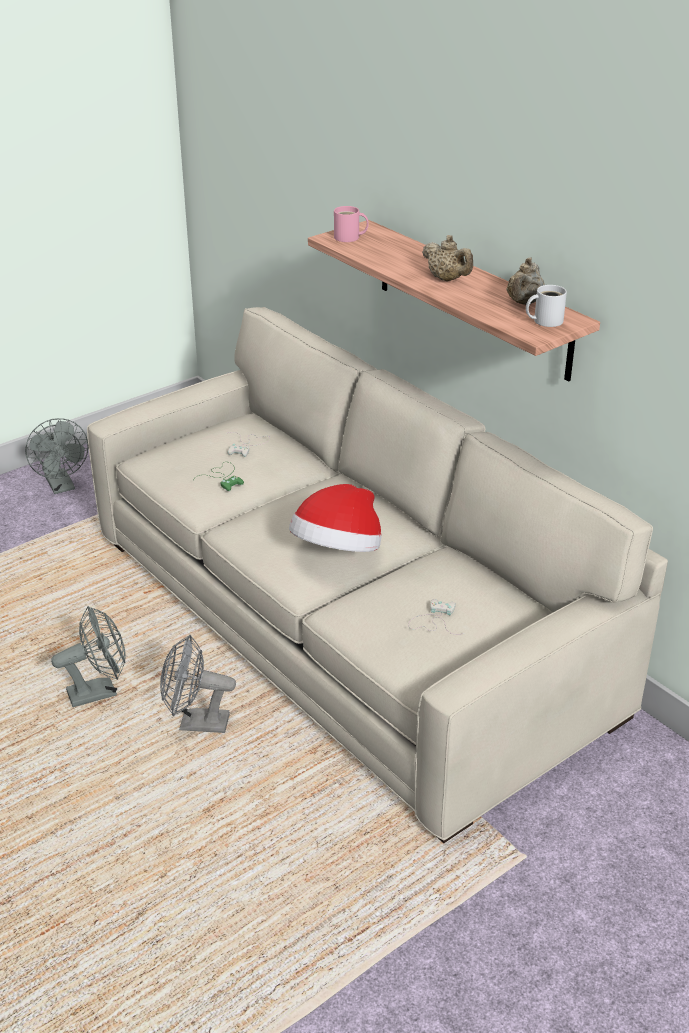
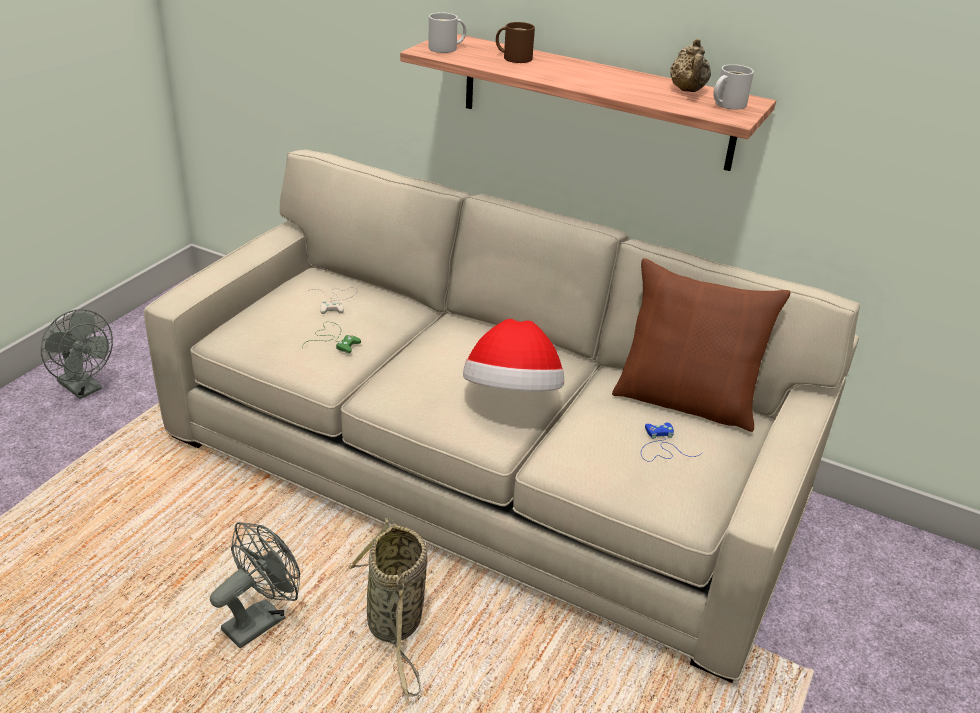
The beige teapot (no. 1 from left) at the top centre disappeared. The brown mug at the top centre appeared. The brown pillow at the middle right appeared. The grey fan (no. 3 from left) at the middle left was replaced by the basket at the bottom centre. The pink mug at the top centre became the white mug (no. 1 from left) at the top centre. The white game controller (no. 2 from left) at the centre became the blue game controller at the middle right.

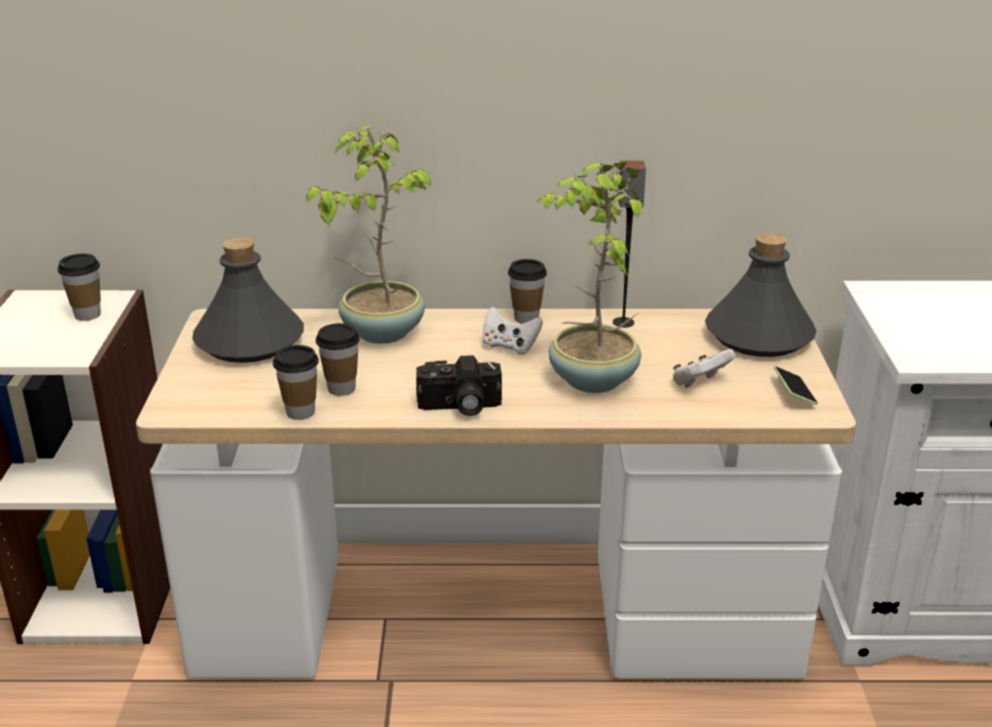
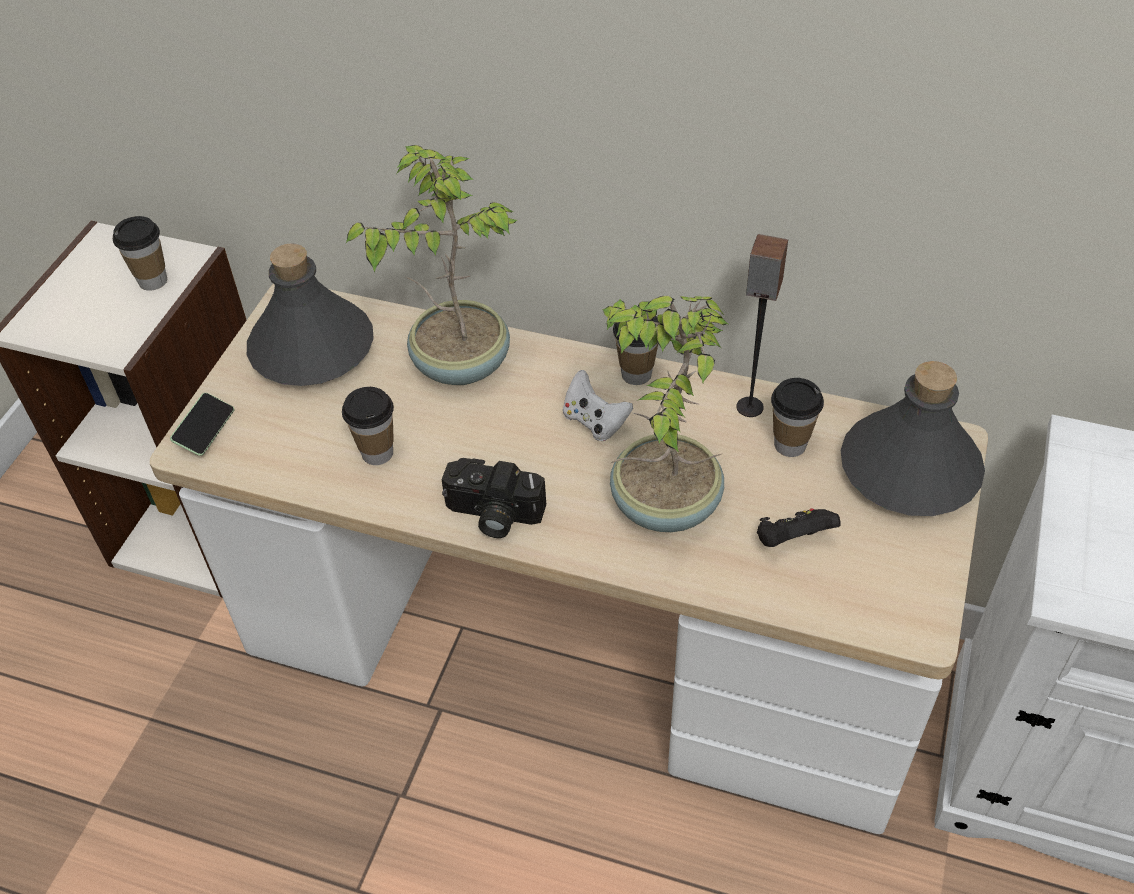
The cup (no. 2 from left in the first image) moved from the middle left to the middle right. The phone moved from the middle right to the middle left. The white game controller (no. 2 from left) at the middle right became the black game controller at the middle right.

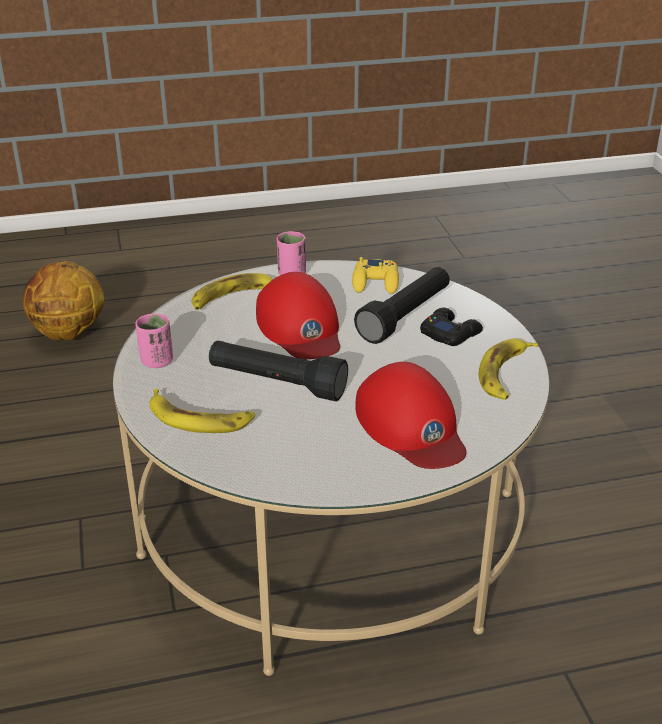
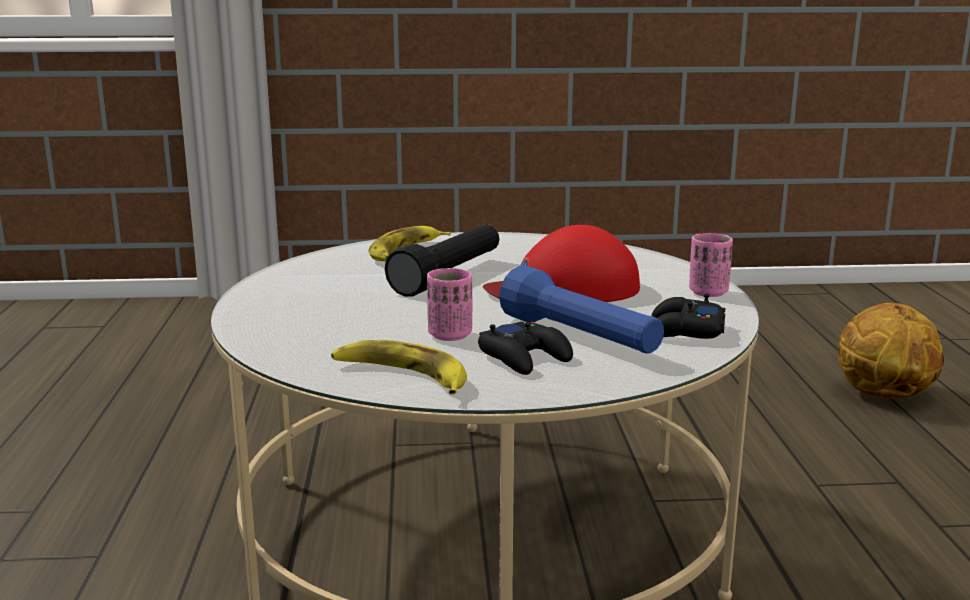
The banana (no. 2 from left) at the centre disappeared. The red cap (no. 2 from left) at the centre disappeared. The pink cup (no. 1 from left) moved from the middle left to the centre. The yellow game controller at the centre became the black game controller (no. 2 from left) at the middle right. The black flashlight (no. 2 from left) at the centre became the blue flashlight at the centre.

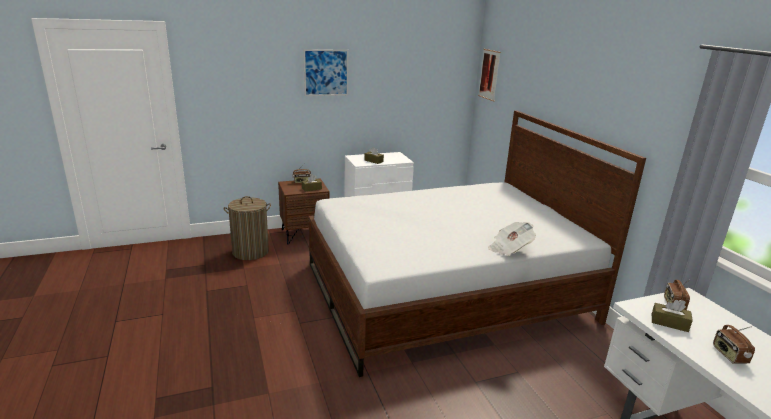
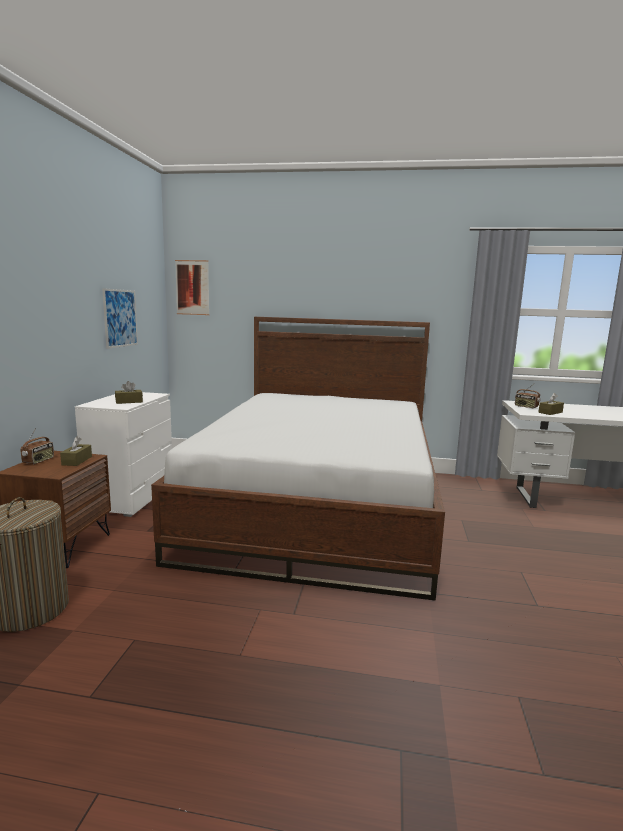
The newspaper at the centre disappeared. The radio (no. 3 from left) at the bottom right disappeared. The picture (no. 1 from left) moved from the top centre to the middle left.

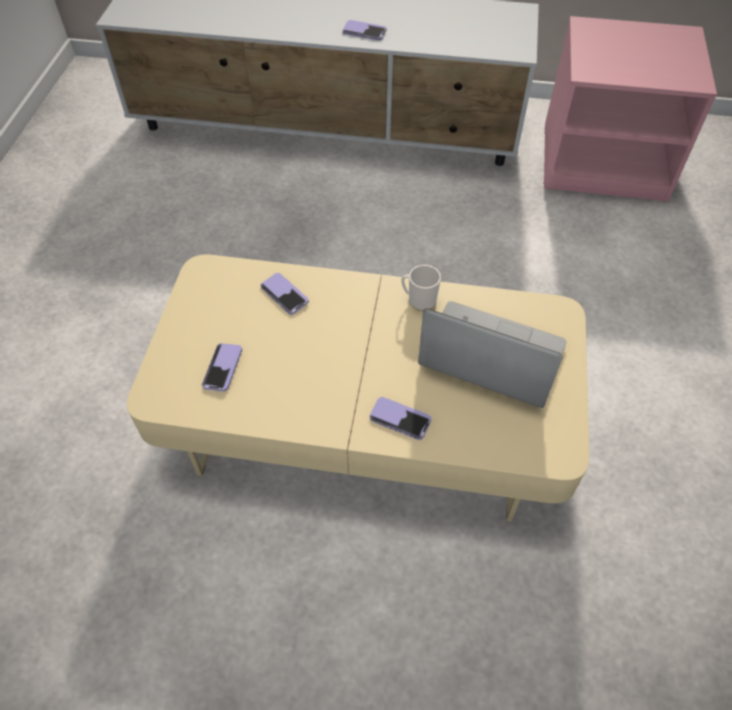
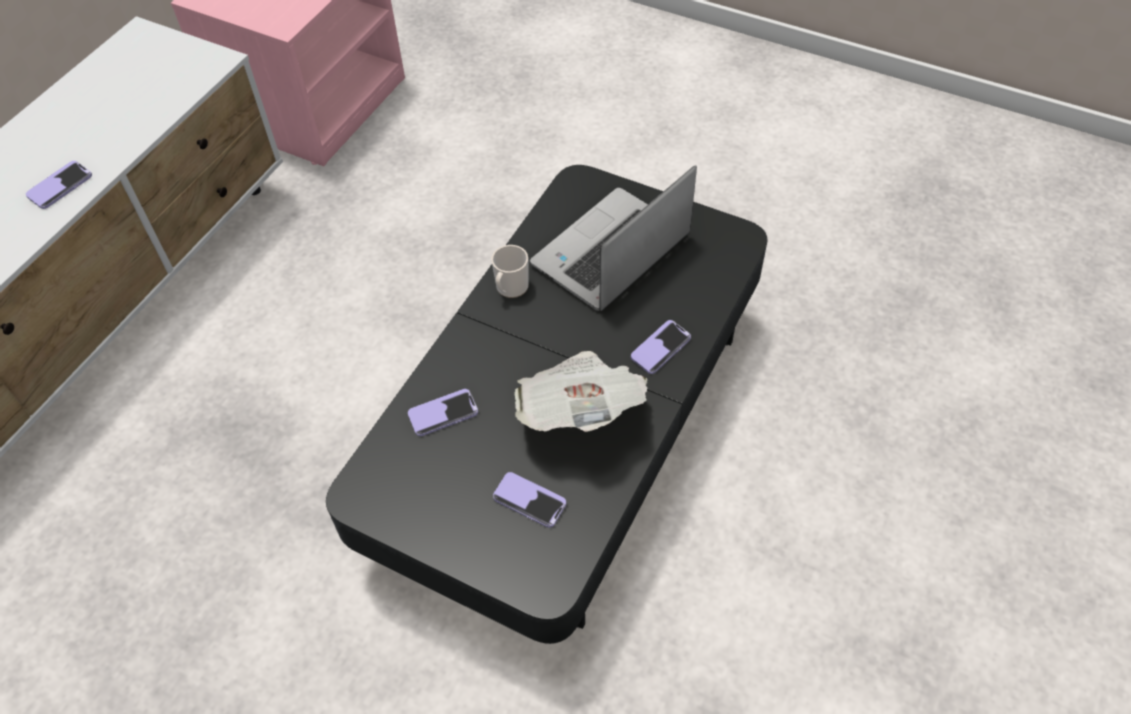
The newspaper at the centre appeared. The beige coffee table at the centre became the black coffee table at the centre.

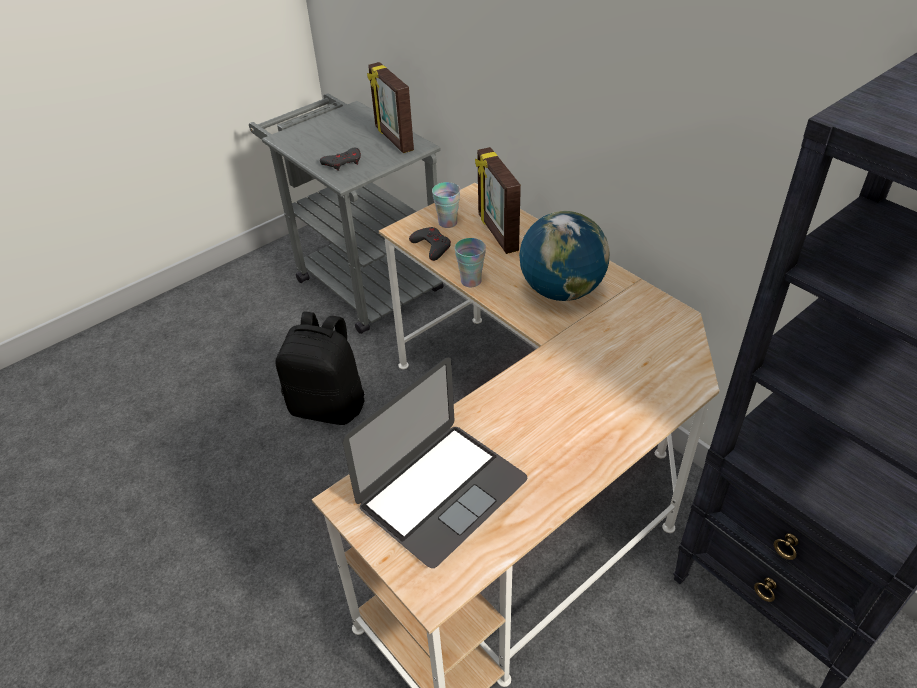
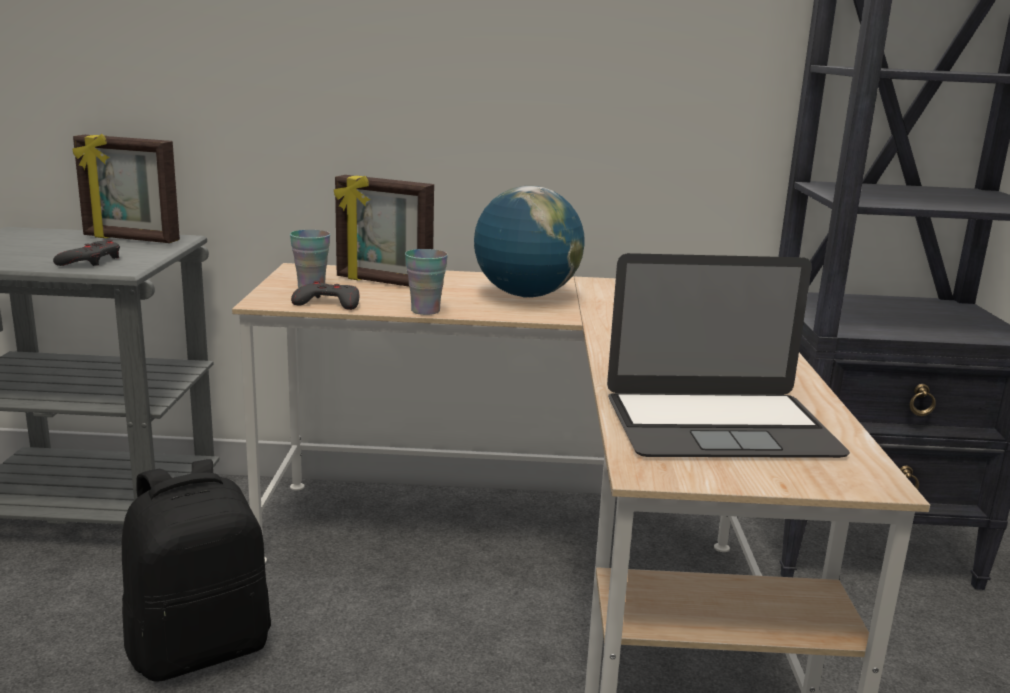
The laptop at the bottom centre turned 90 degrees clockwise.

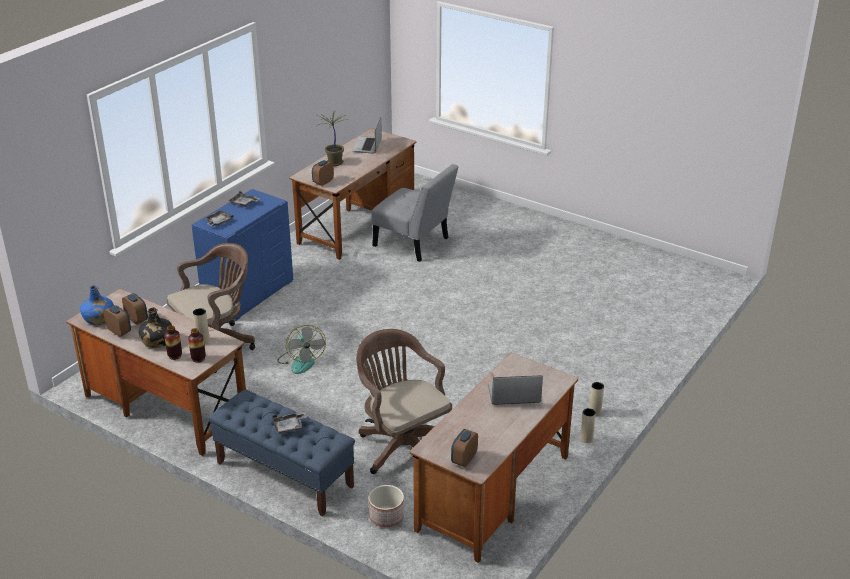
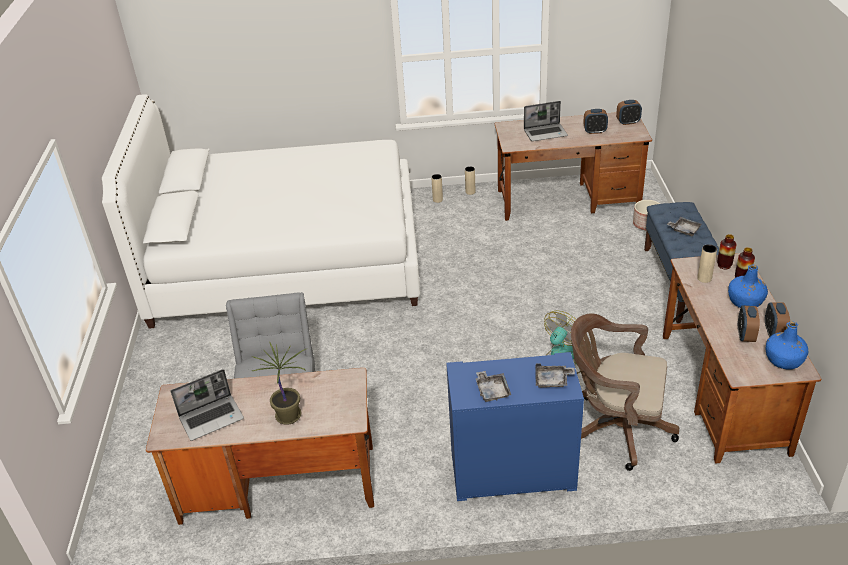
The brown office chair (no. 2 from left) at the bottom centre disappeared. The white bed at the middle left appeared. The alarm clock (no. 3 from left in the first image) moved from the top centre to the top right. The black bottle at the middle left became the blue bottle (no. 1 from left) at the middle right. The laptop (no. 2 from left) at the bottom centre turned 60 degrees counterclockwise.

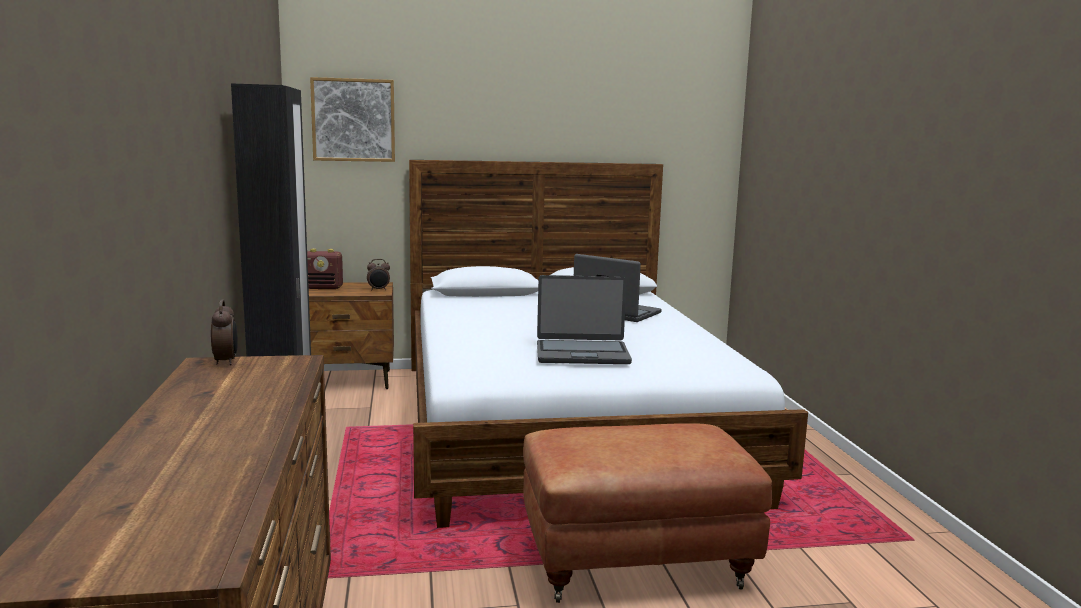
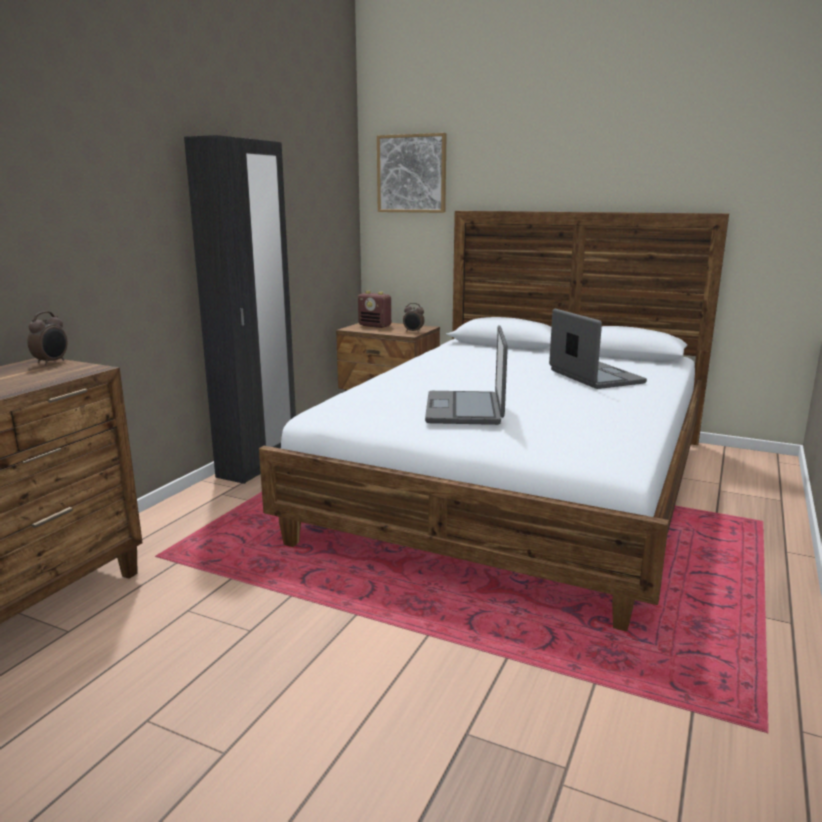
The brown ottoman at the bottom centre disappeared. The laptop (no. 1 from left) at the centre turned 60 degrees clockwise.

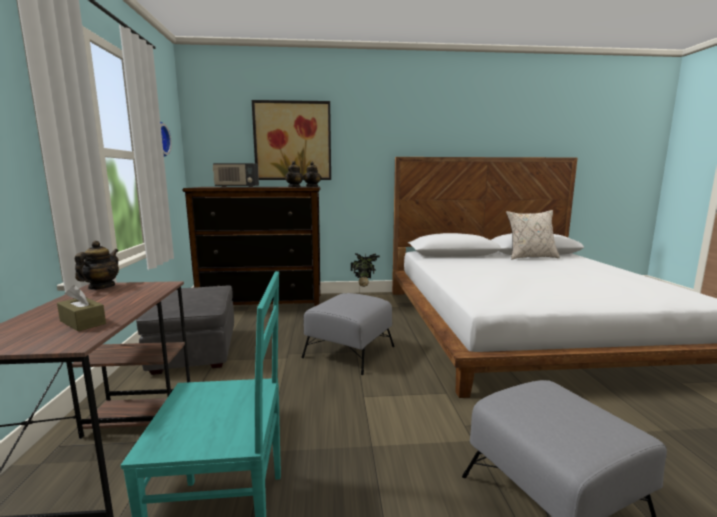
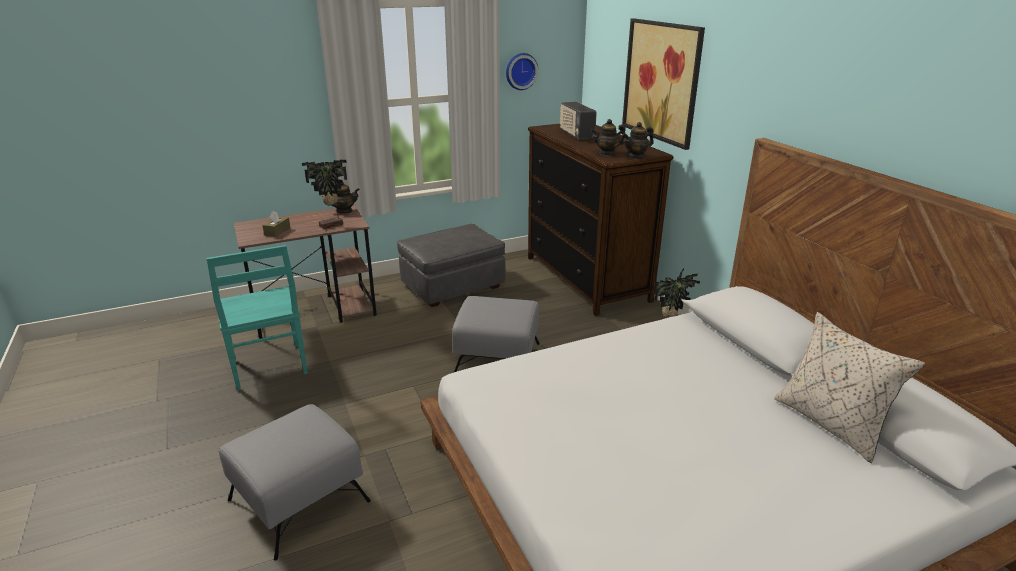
The potted plant (no. 1 from left) at the middle left appeared.

